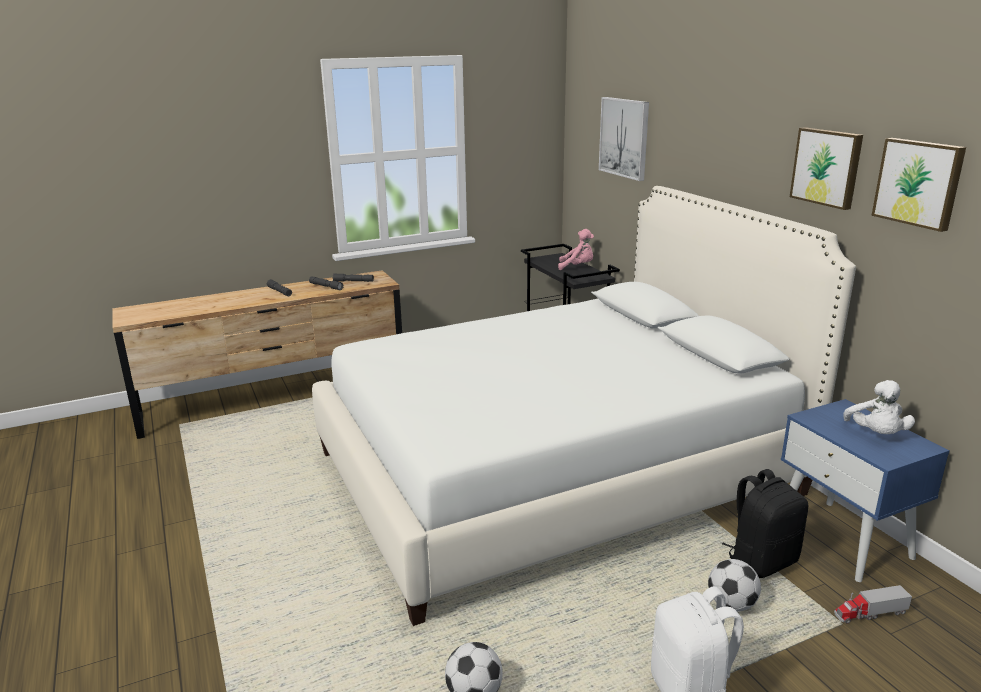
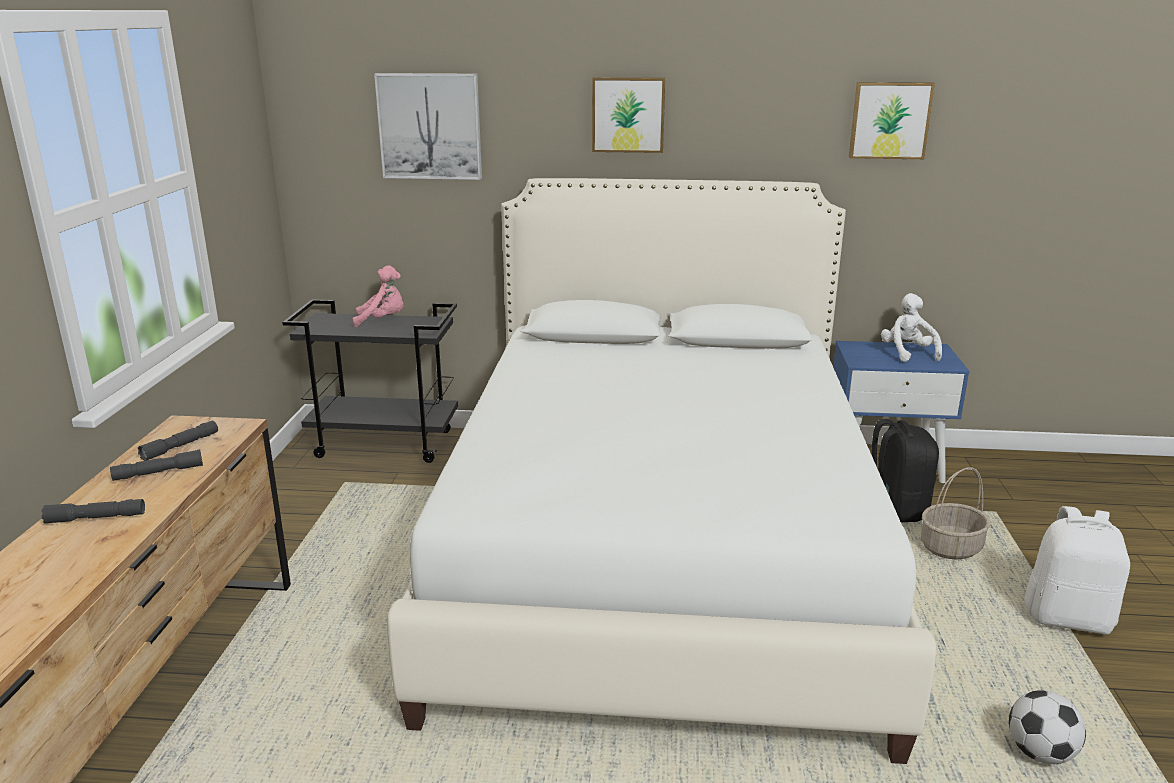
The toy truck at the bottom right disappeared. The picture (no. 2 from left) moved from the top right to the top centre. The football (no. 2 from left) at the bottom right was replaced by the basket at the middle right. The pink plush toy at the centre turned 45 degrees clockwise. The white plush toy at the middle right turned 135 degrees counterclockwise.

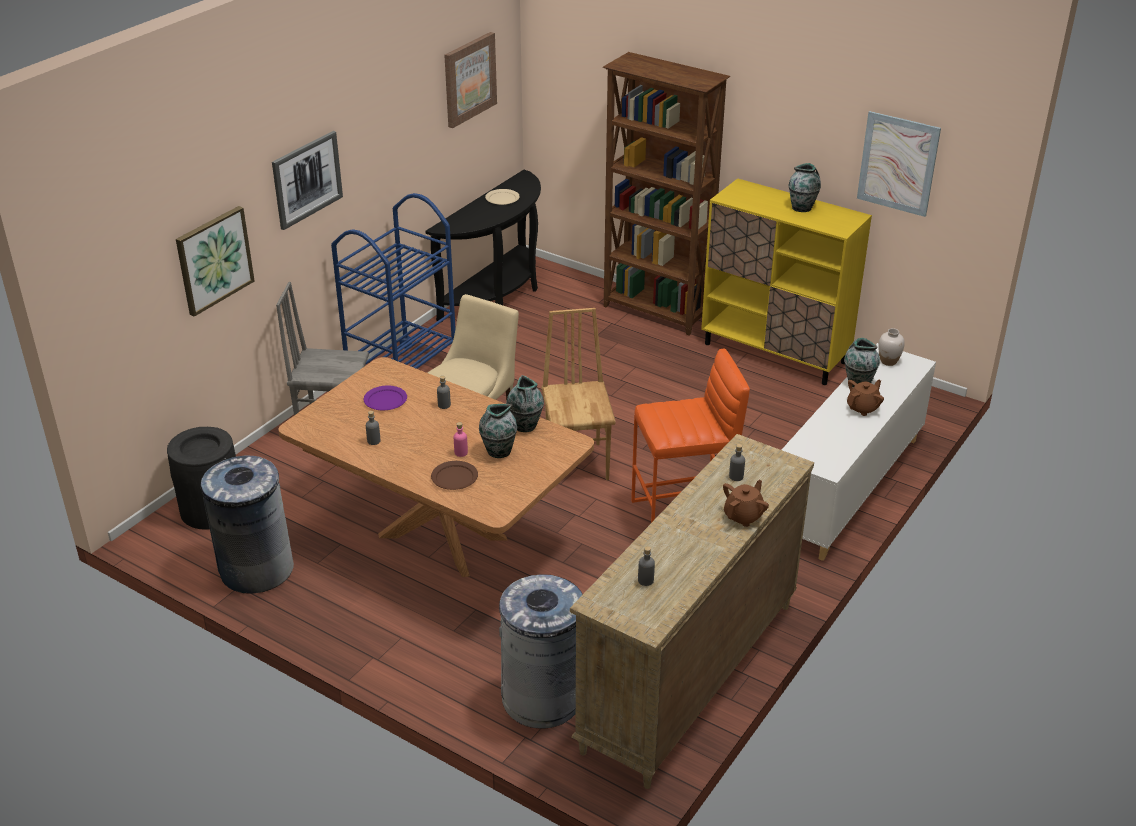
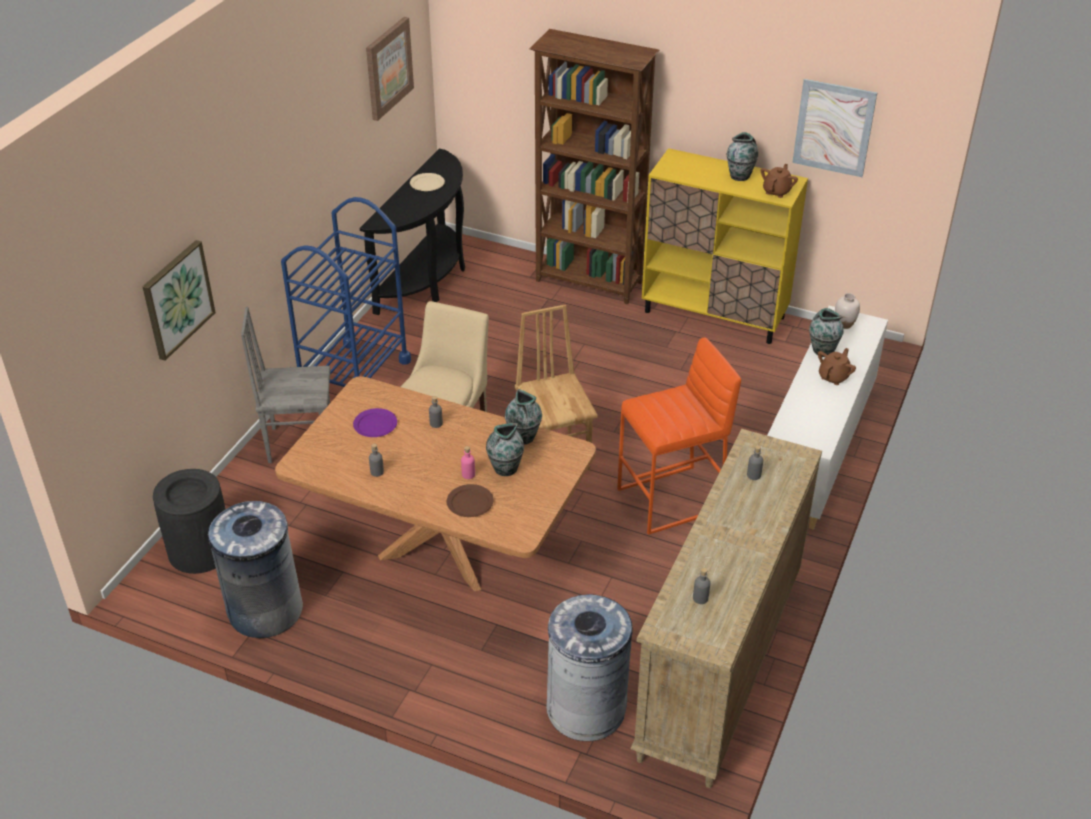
The picture (no. 2 from left) at the top left disappeared. The brown teapot (no. 1 from left) moved from the centre to the top right.

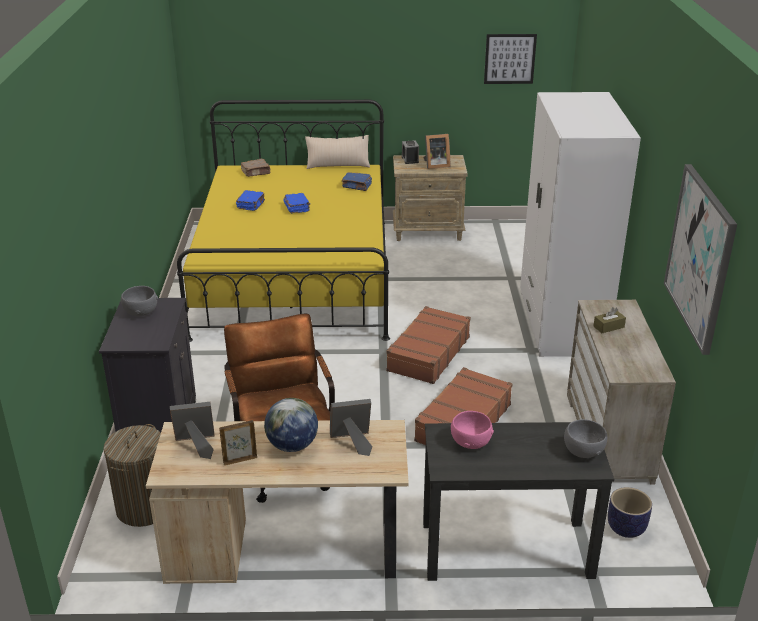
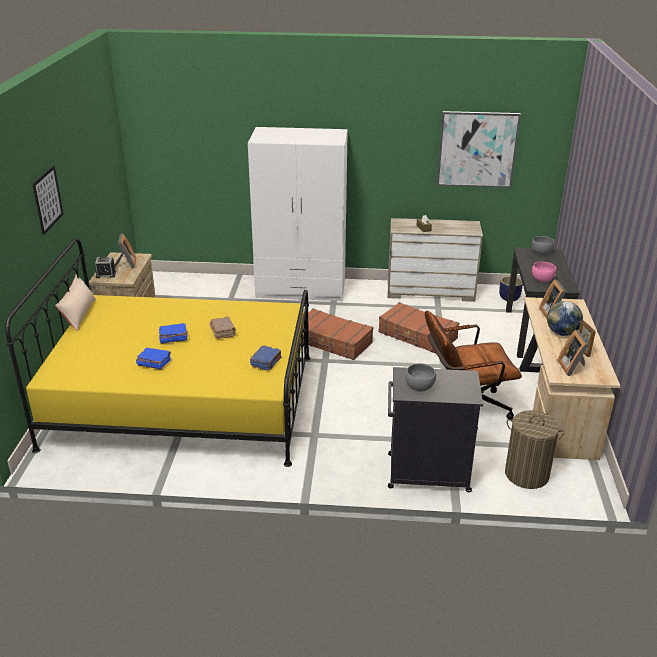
The brown book moved from the top centre to the centre. The blue book (no. 3 from left) moved from the top centre to the centre. The picture (no. 1 from left) moved from the top right to the top left.

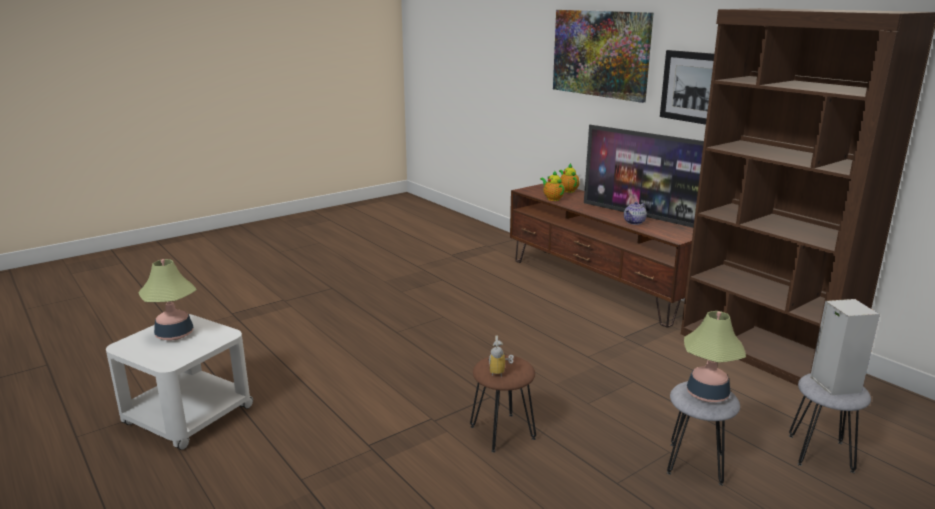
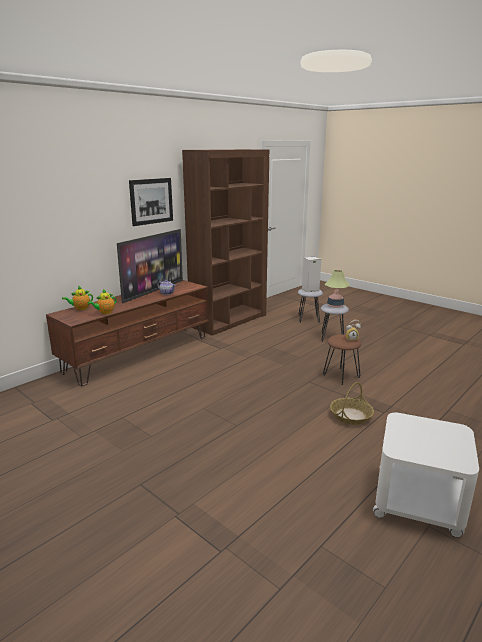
The table lamp (no. 1 from left) at the middle left disappeared. The picture (no. 1 from left) at the top centre disappeared. The basket at the middle right appeared.

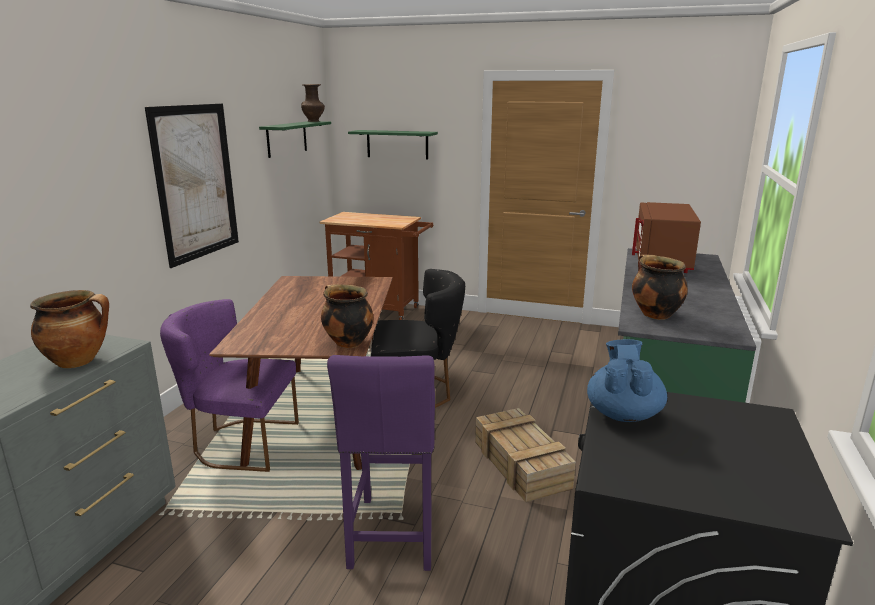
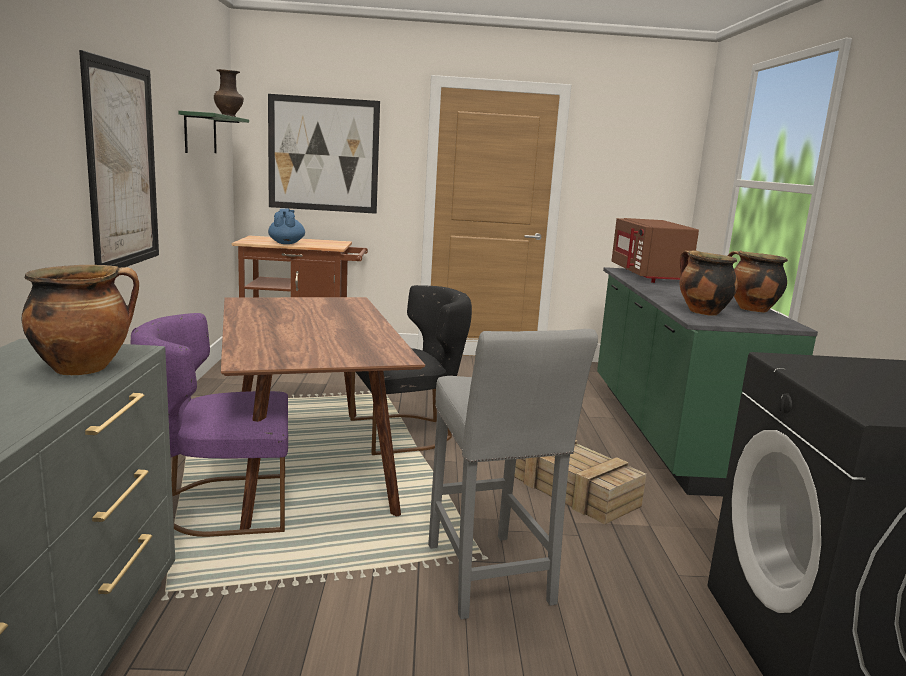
The cooking pot (no. 2 from left in the first image) moved from the centre to the middle right. The blue teapot moved from the middle right to the middle left. The green shelf (no. 2 from left) at the top centre was replaced by the picture (no. 2 from left) at the top centre. The purple stool at the bottom centre became the grey stool at the bottom centre.

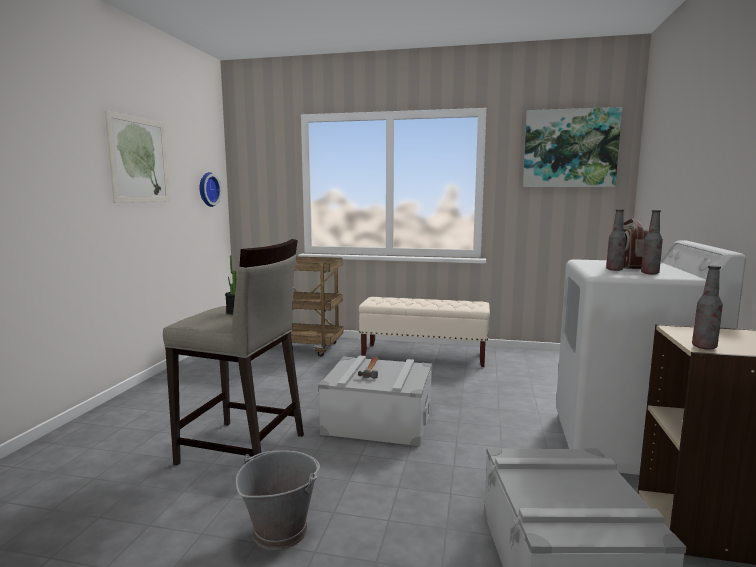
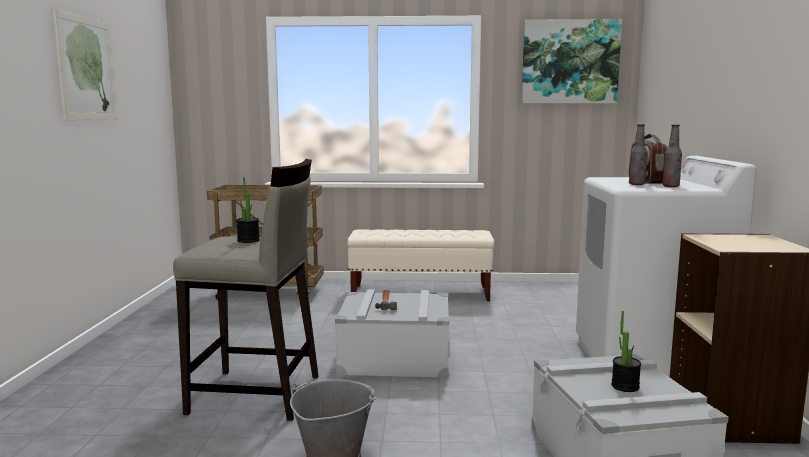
The wall clock at the middle left disappeared. The bottle (no. 3 from left) at the middle right disappeared. The potted plant (no. 2 from left) at the bottom right appeared.

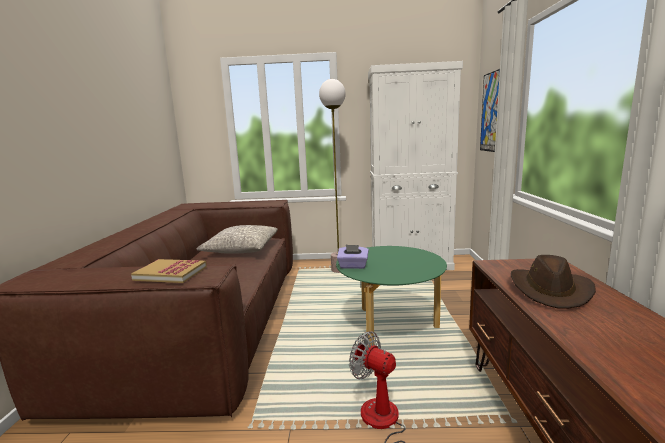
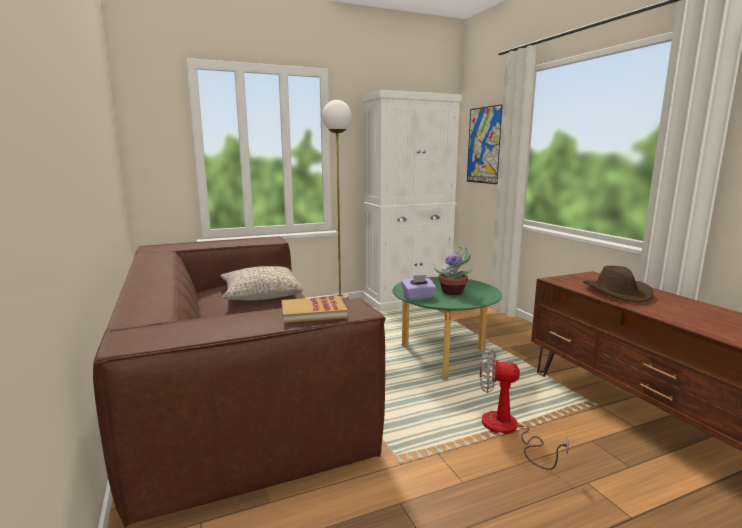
The potted plant at the centre appeared.

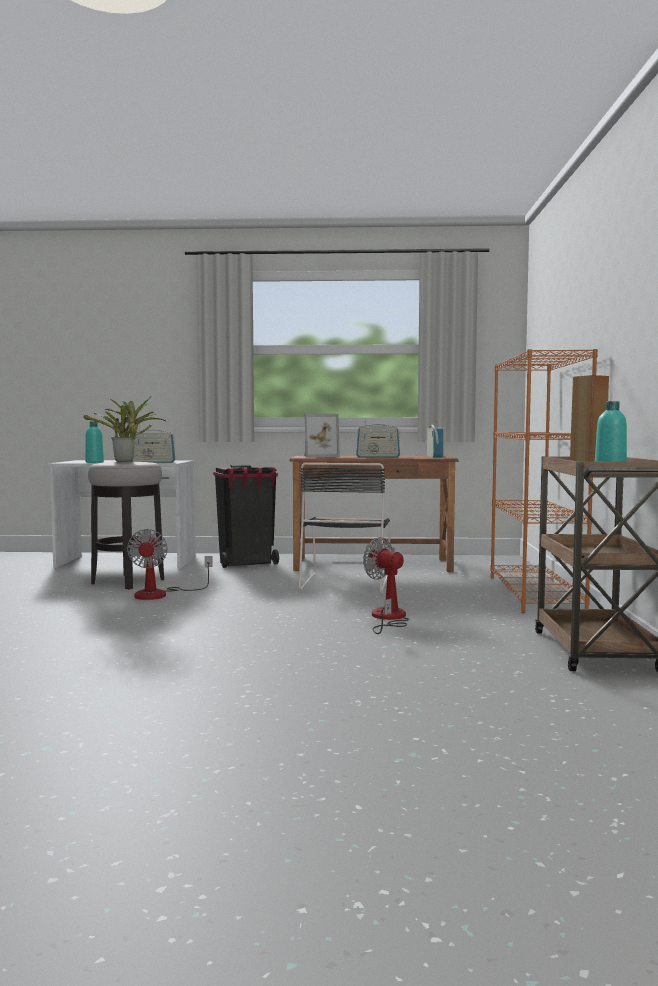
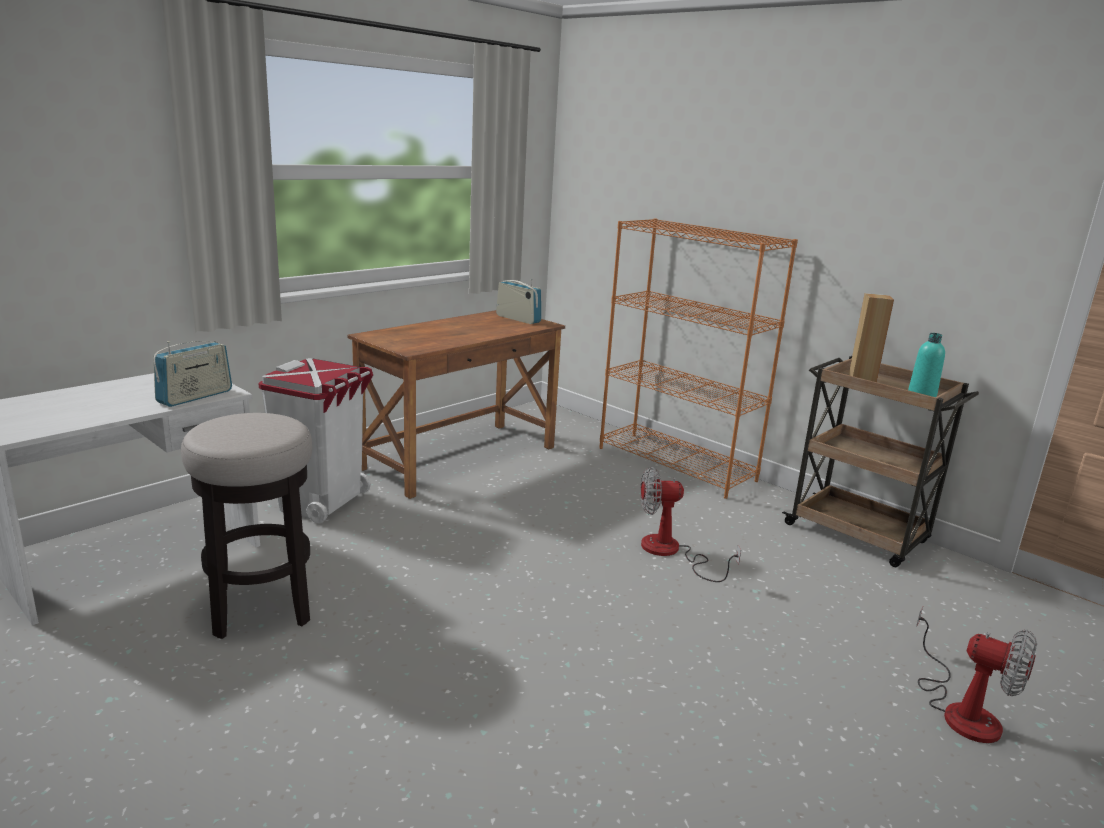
The potted plant at the middle left disappeared. The turquoise bottle (no. 1 from left) at the middle left disappeared. The black chair at the centre disappeared. The picture frame at the centre disappeared. The radio (no. 2 from left) at the centre disappeared. The fan (no. 1 from left in the first image) moved from the middle left to the bottom right. The black trash can at the centre became the white trash can at the middle left.

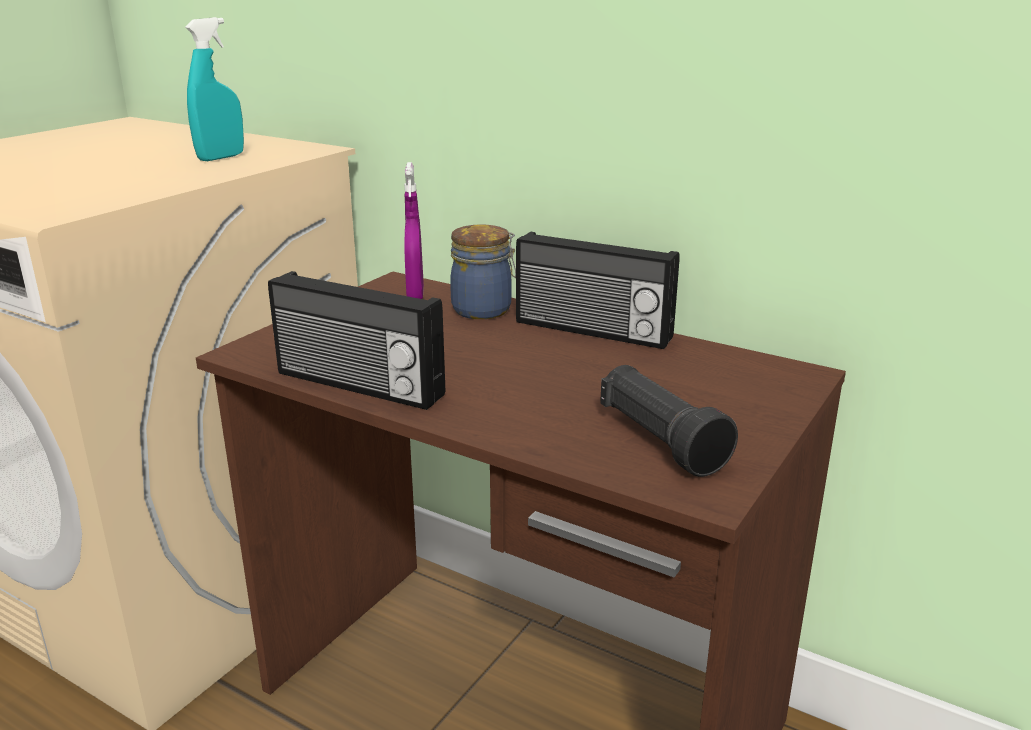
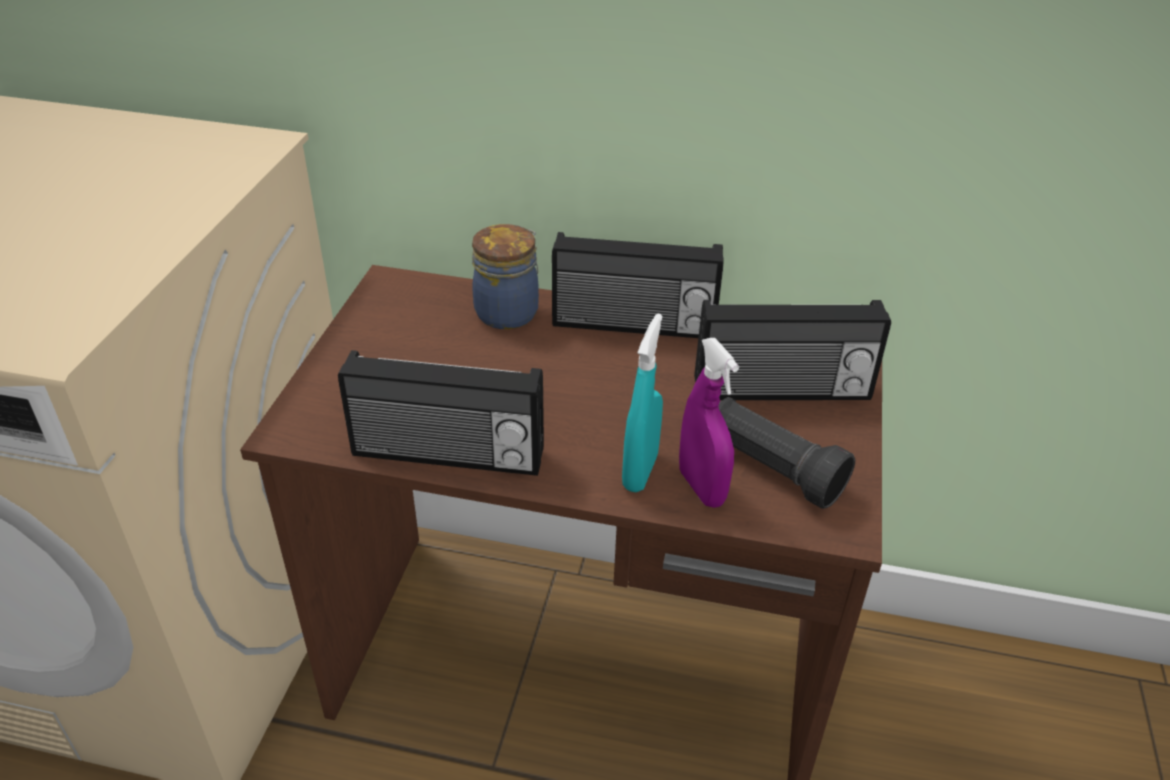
The radio (no. 3 from left) at the middle right appeared. The turquoise spray bottle moved from the top left to the centre. The purple spray bottle moved from the top centre to the centre.

